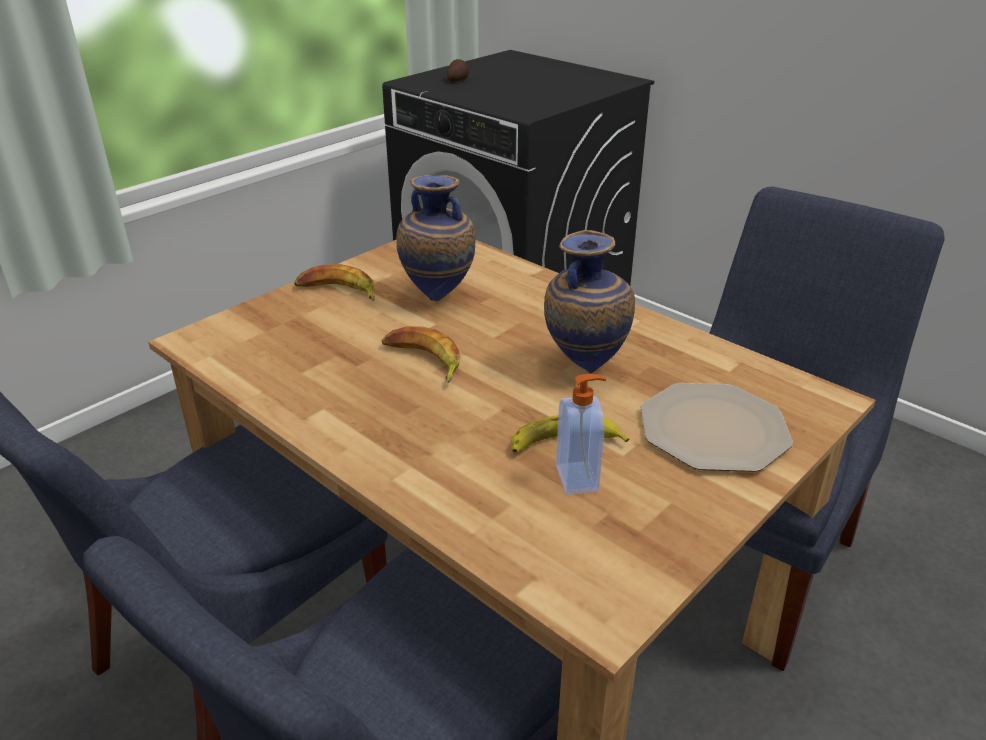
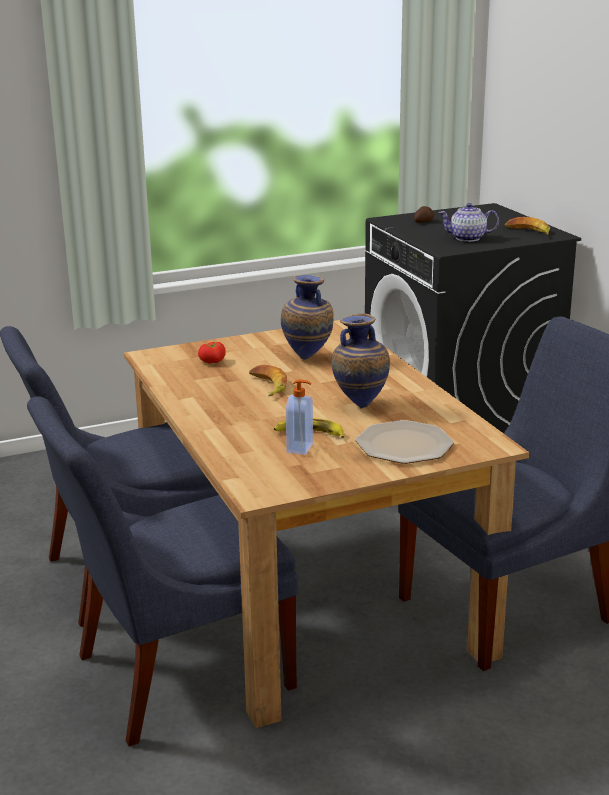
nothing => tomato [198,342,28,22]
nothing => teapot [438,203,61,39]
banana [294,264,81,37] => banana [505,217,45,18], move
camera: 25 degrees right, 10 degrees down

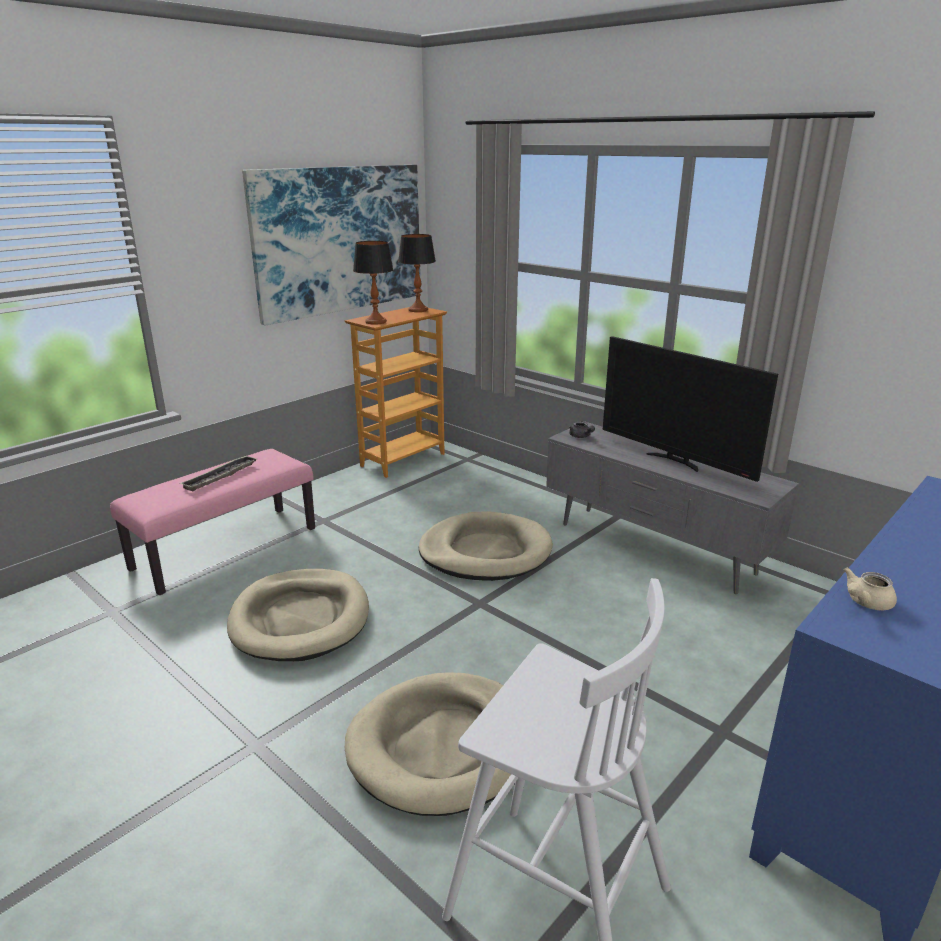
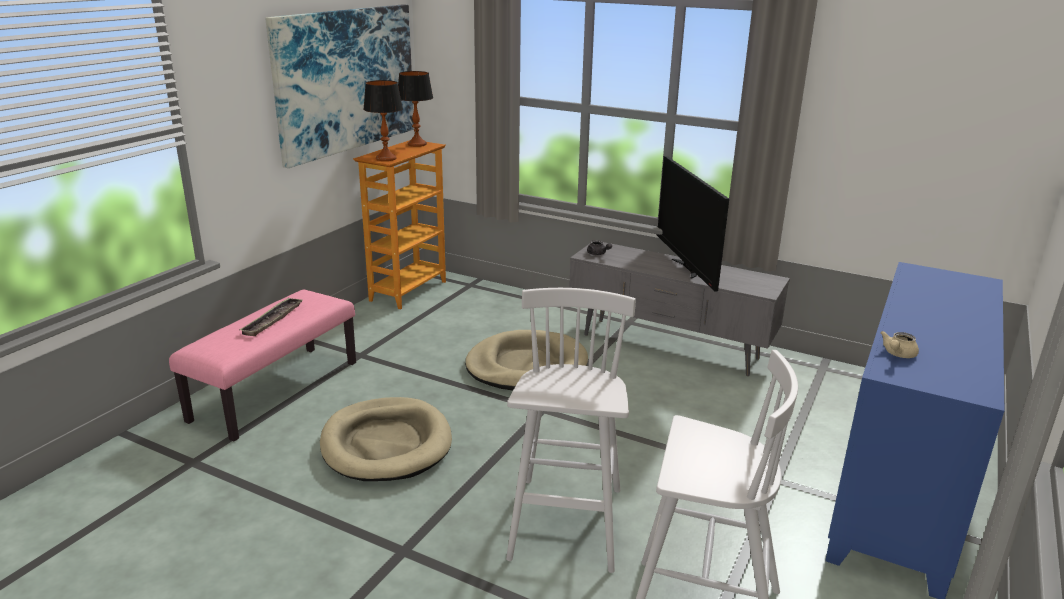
dog bed (beige) [345,672,166,144] => stool (white) [506,288,130,285]
television [603,336,175,146] => television [657,156,72,136], 45 degrees clockwise
camera: 15 degrees left, 0 degrees up

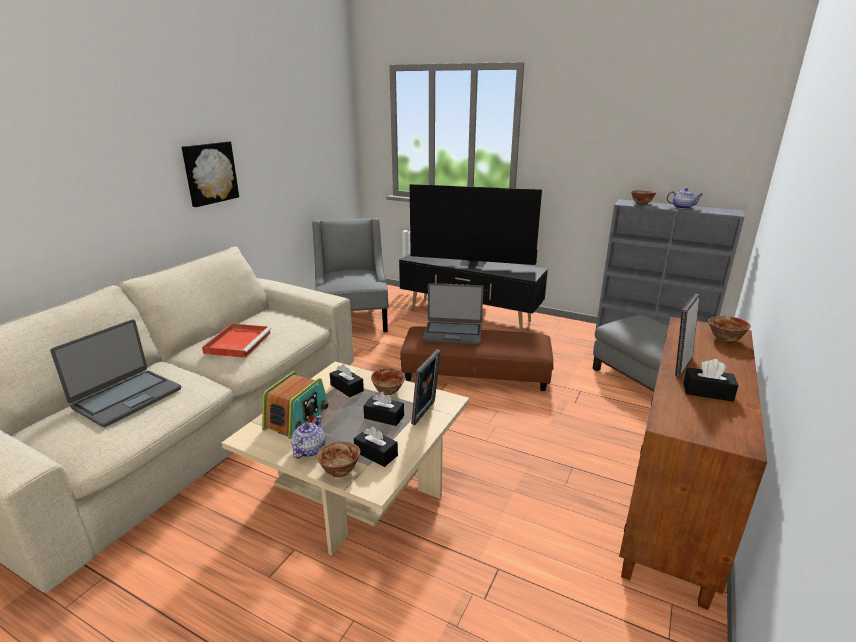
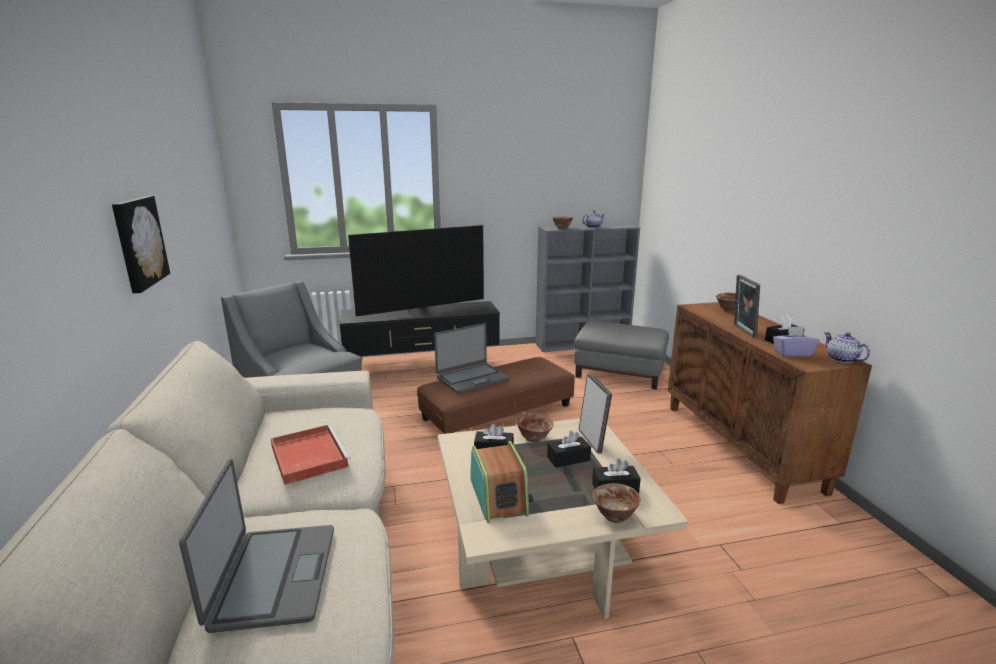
nothing => tissue box (purple) [773,326,46,31]
teapot [291,415,34,44] => teapot [824,332,46,31], move
camera: 40 degrees left, 5 degrees down

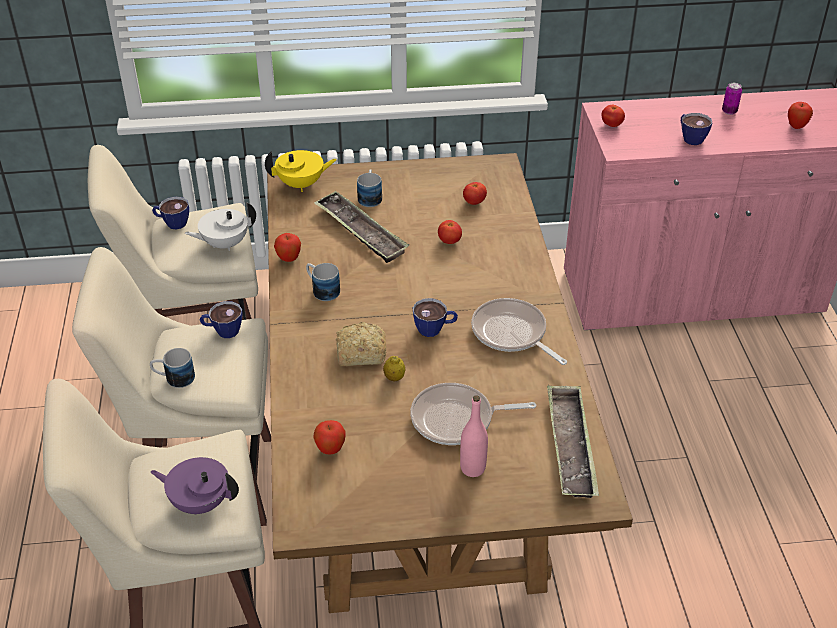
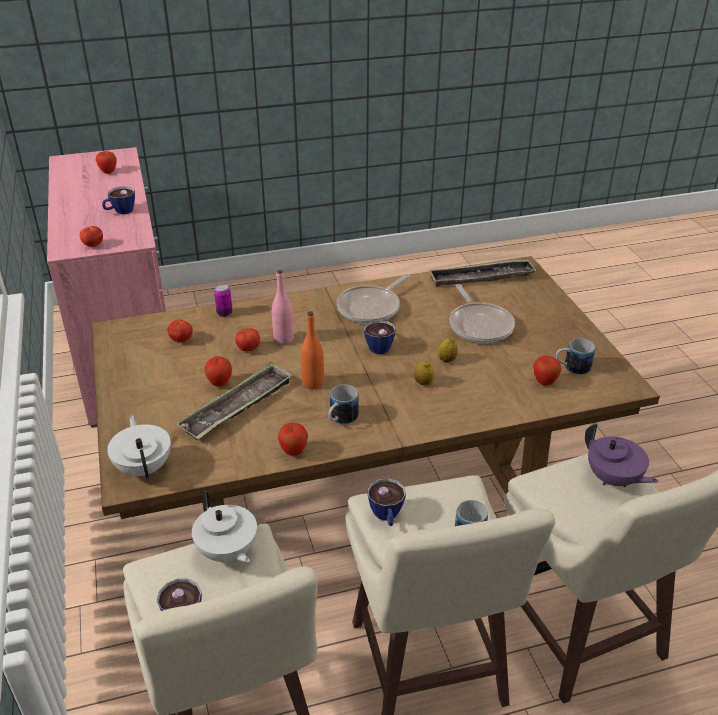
teapot (yellow) [265,150,72,42] => teapot (white) [107,415,64,64]
nothing => apple [204,356,28,31]
can [722,83,20,32] => can [214,284,19,33], move
bottle (pink) [460,395,28,82] => bottle (pink) [272,270,22,75], move
nothing => bottle (orange) [301,311,23,78]
bread [336,322,50,44] => lemon [414,361,20,24]
mug [357,169,25,38] => mug [556,338,39,37], move
teapot (purple) [151,457,88,57] => teapot (purple) [585,424,74,63], 45 degrees counterclockwise
camera: 100 degrees left, 5 degrees down

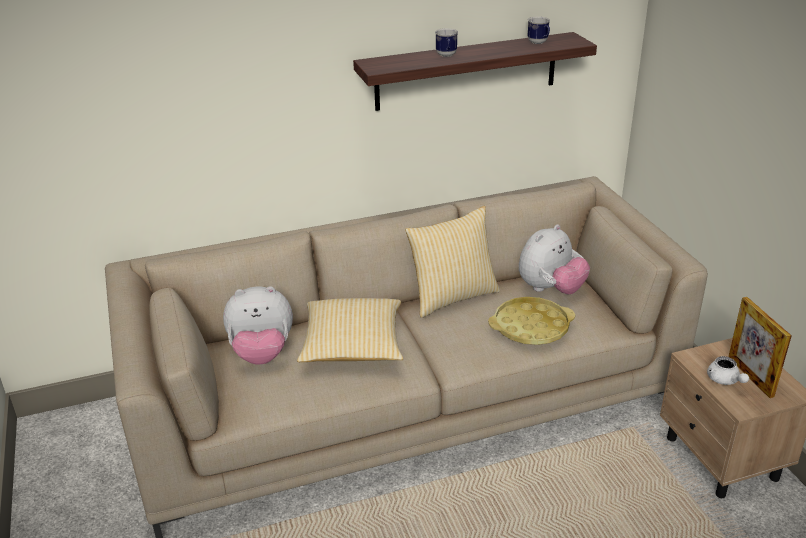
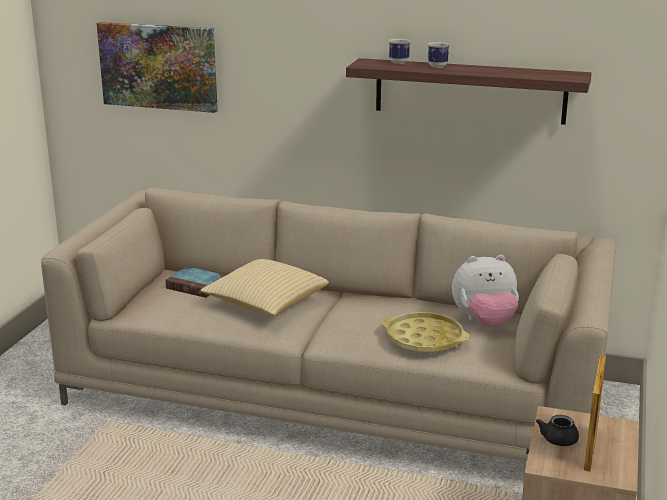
nothing => picture [97,22,121,91]
plush toy [223,286,70,79] => book [165,266,61,32]
mug [528,16,22,28] => mug [389,39,21,25], move
teapot (white) [707,356,42,29] => teapot (black) [536,415,43,31]
pillow [405,206,95,112] => nothing
camera: 35 degrees right, 10 degrees down

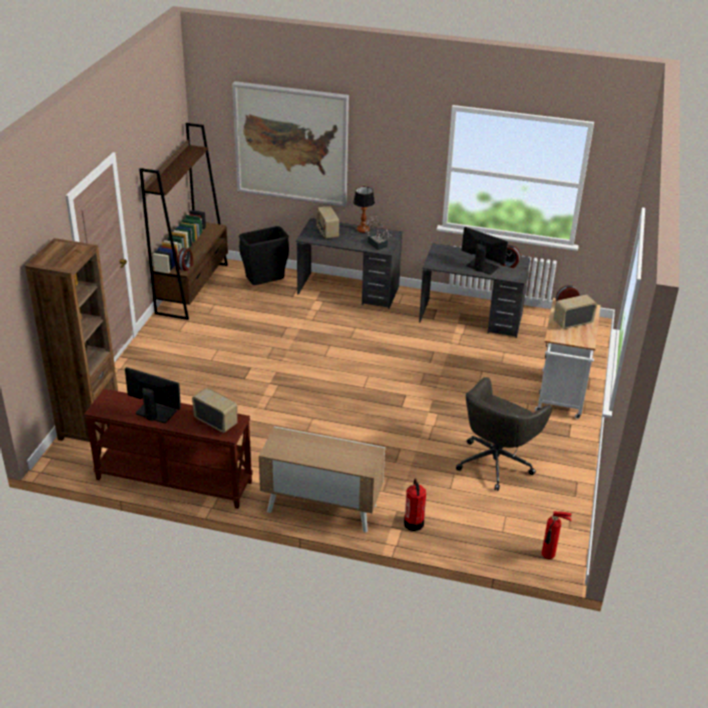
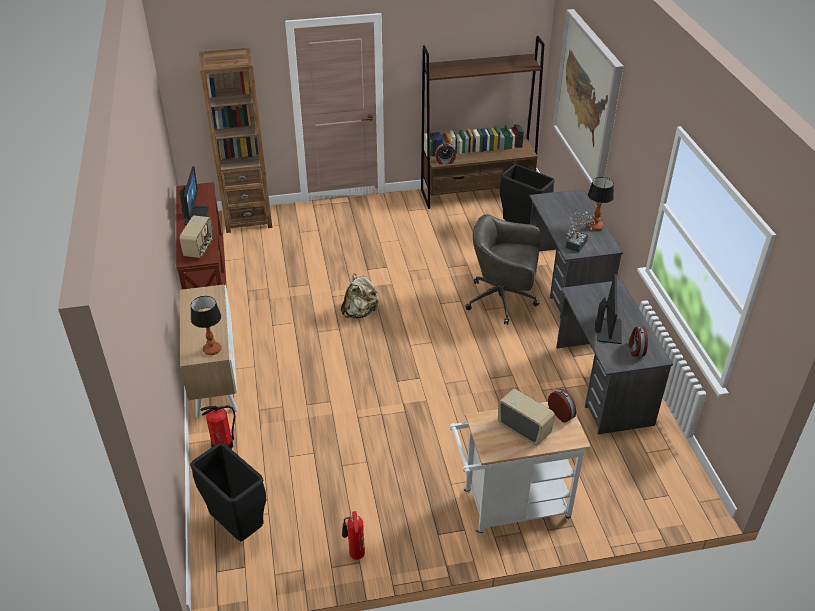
nothing => trash can (black) [190,443,76,98]
nothing => table lamp [191,296,30,59]
nothing => backpack (beige) [341,274,38,44]
fire extinguisher [542,511,30,48] => fire extinguisher [342,511,23,49], move
office chair (grey) [456,377,96,114] => office chair (grey) [465,214,76,111], move
radio [317,206,22,33] => nothing
camera: 65 degrees right, 5 degrees up

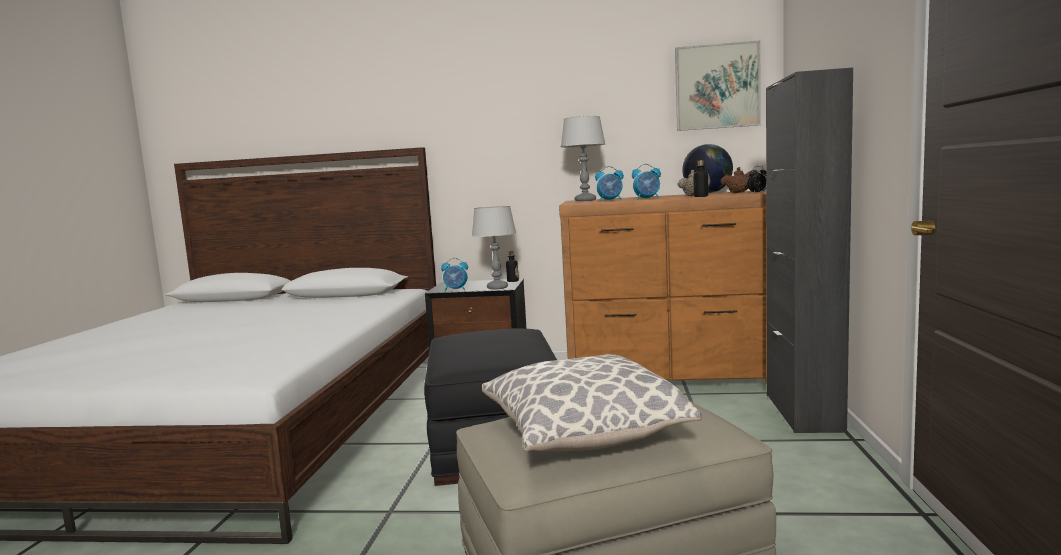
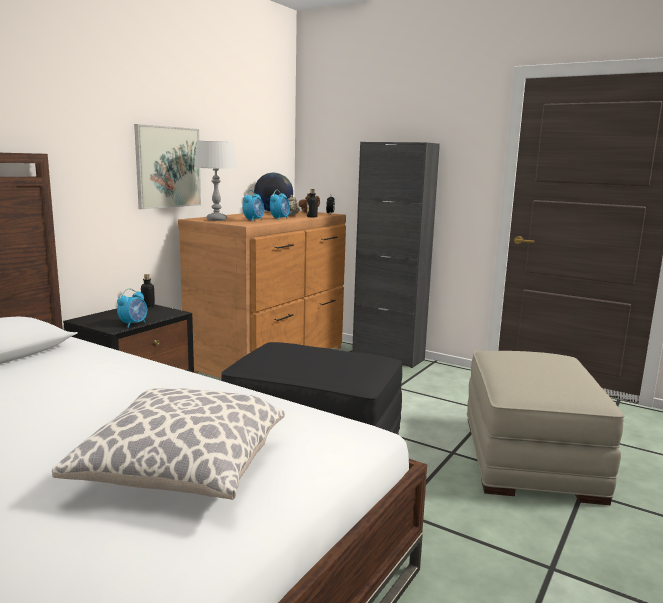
pillow [482,354,220,97] => pillow [52,388,233,112], move
picture [675,40,86,91] => picture [134,124,67,85], move
table lamp (grey) [472,206,44,83] => nothing
camera: 65 degrees left, 5 degrees up

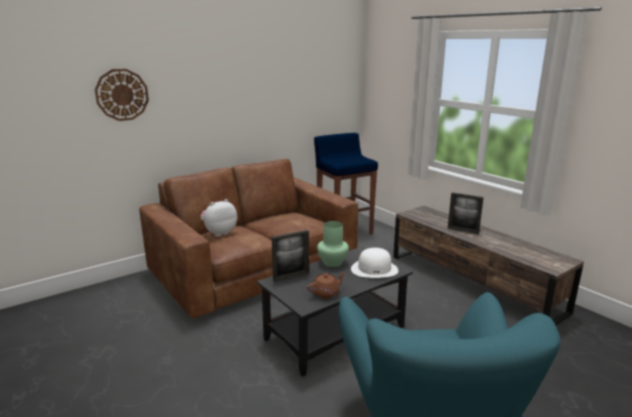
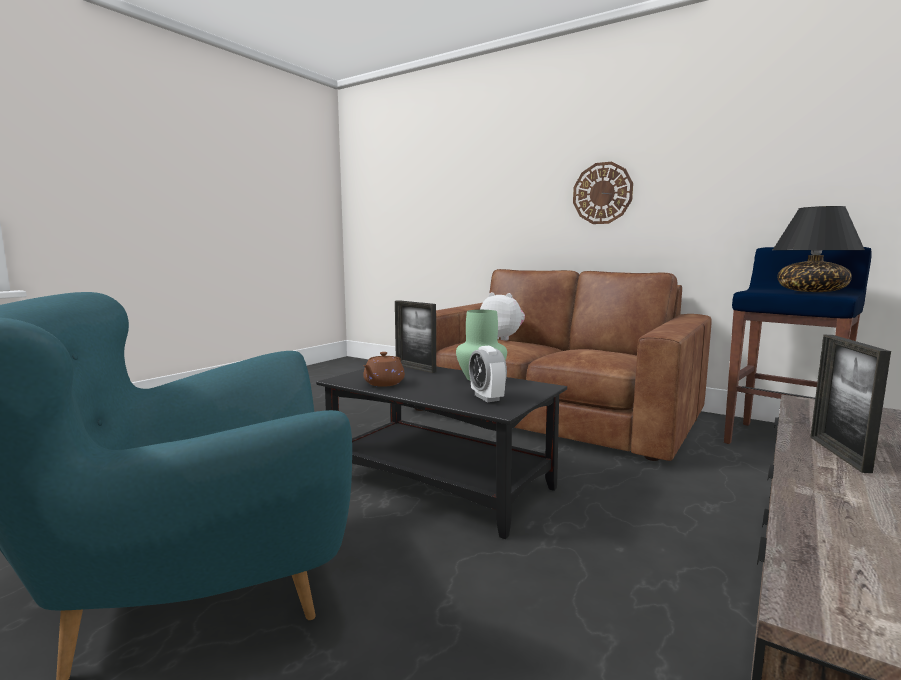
teapot (brown) [307,273,38,25] => teapot (brown) [363,352,42,35], 75 degrees clockwise
hat (white) [351,248,47,30] => alarm clock [469,346,38,56]
wall clock [95,69,54,52] => wall clock [573,162,60,62], move
nothing => table lamp (black) [773,206,92,86]
camera: 70 degrees right, 10 degrees down

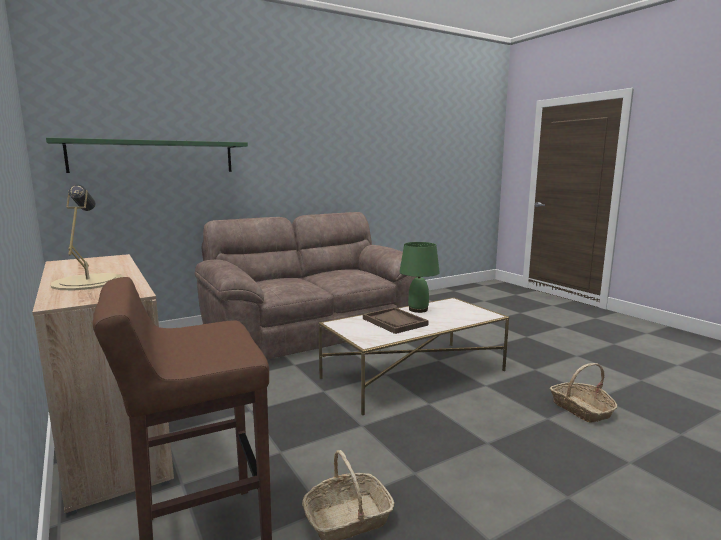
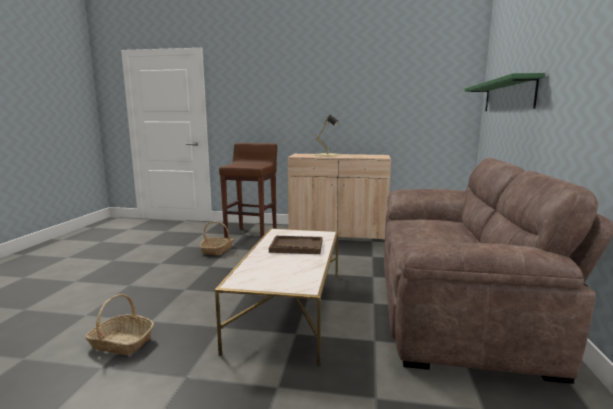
table lamp (green) [399,242,41,71] => nothing
camera: 130 degrees right, 0 degrees up

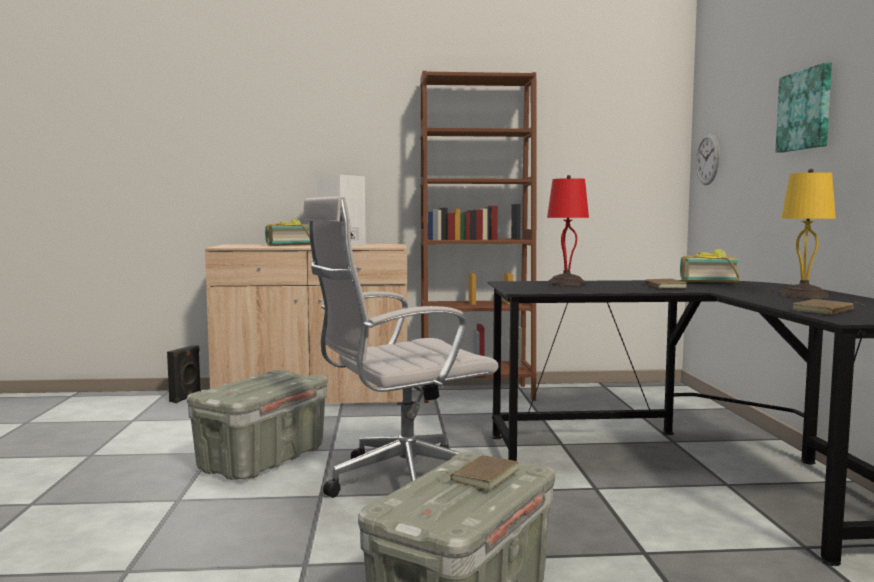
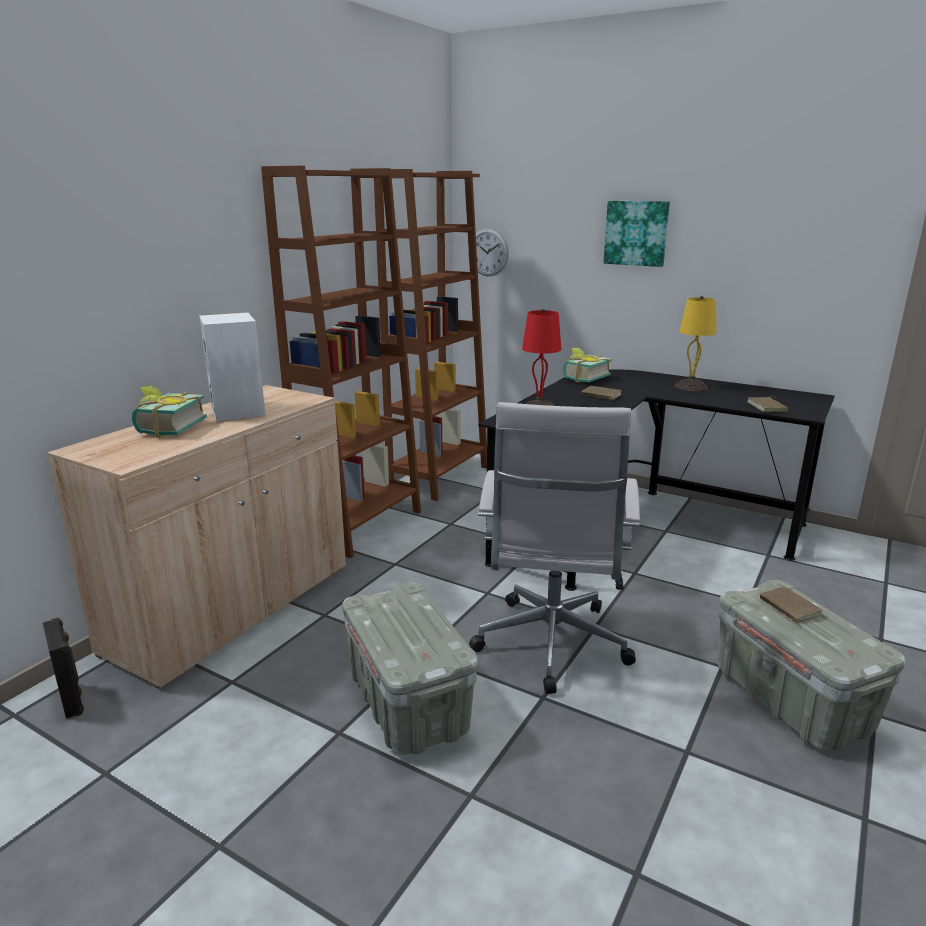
nothing => bookcase (brown) [374,169,113,332]
camera: 55 degrees left, 15 degrees up

